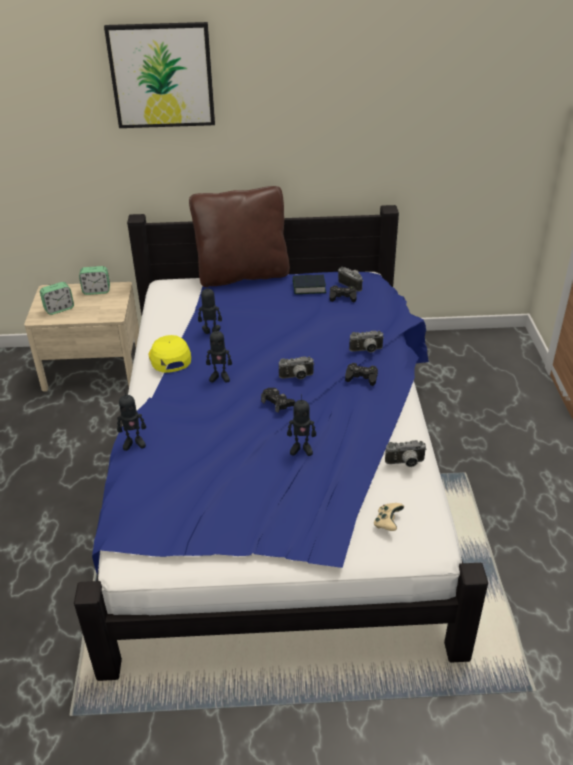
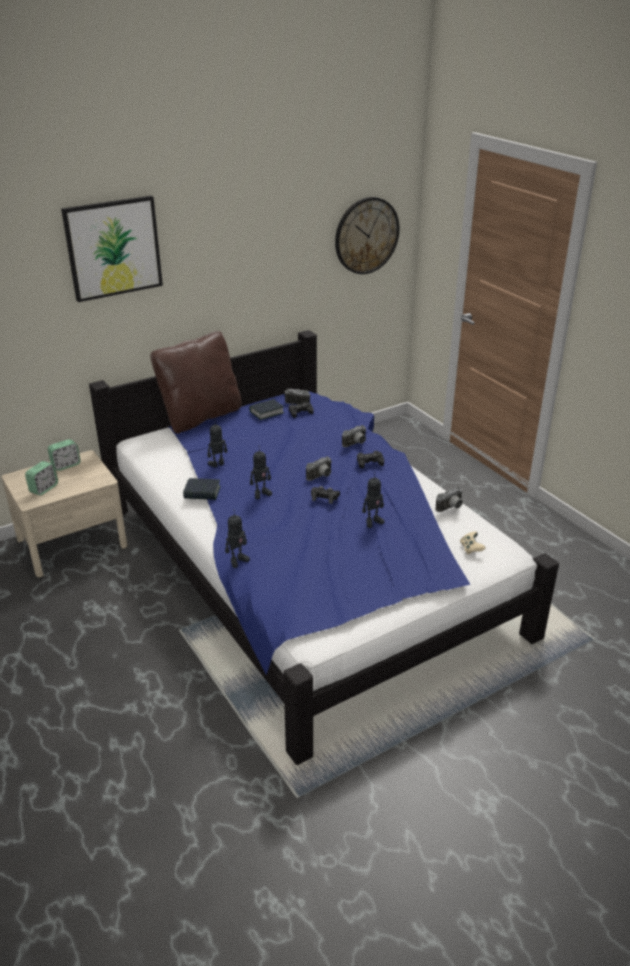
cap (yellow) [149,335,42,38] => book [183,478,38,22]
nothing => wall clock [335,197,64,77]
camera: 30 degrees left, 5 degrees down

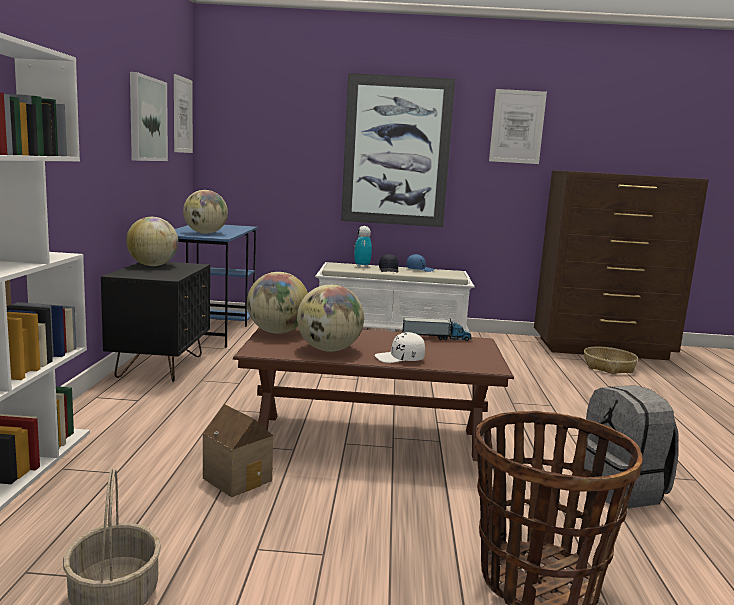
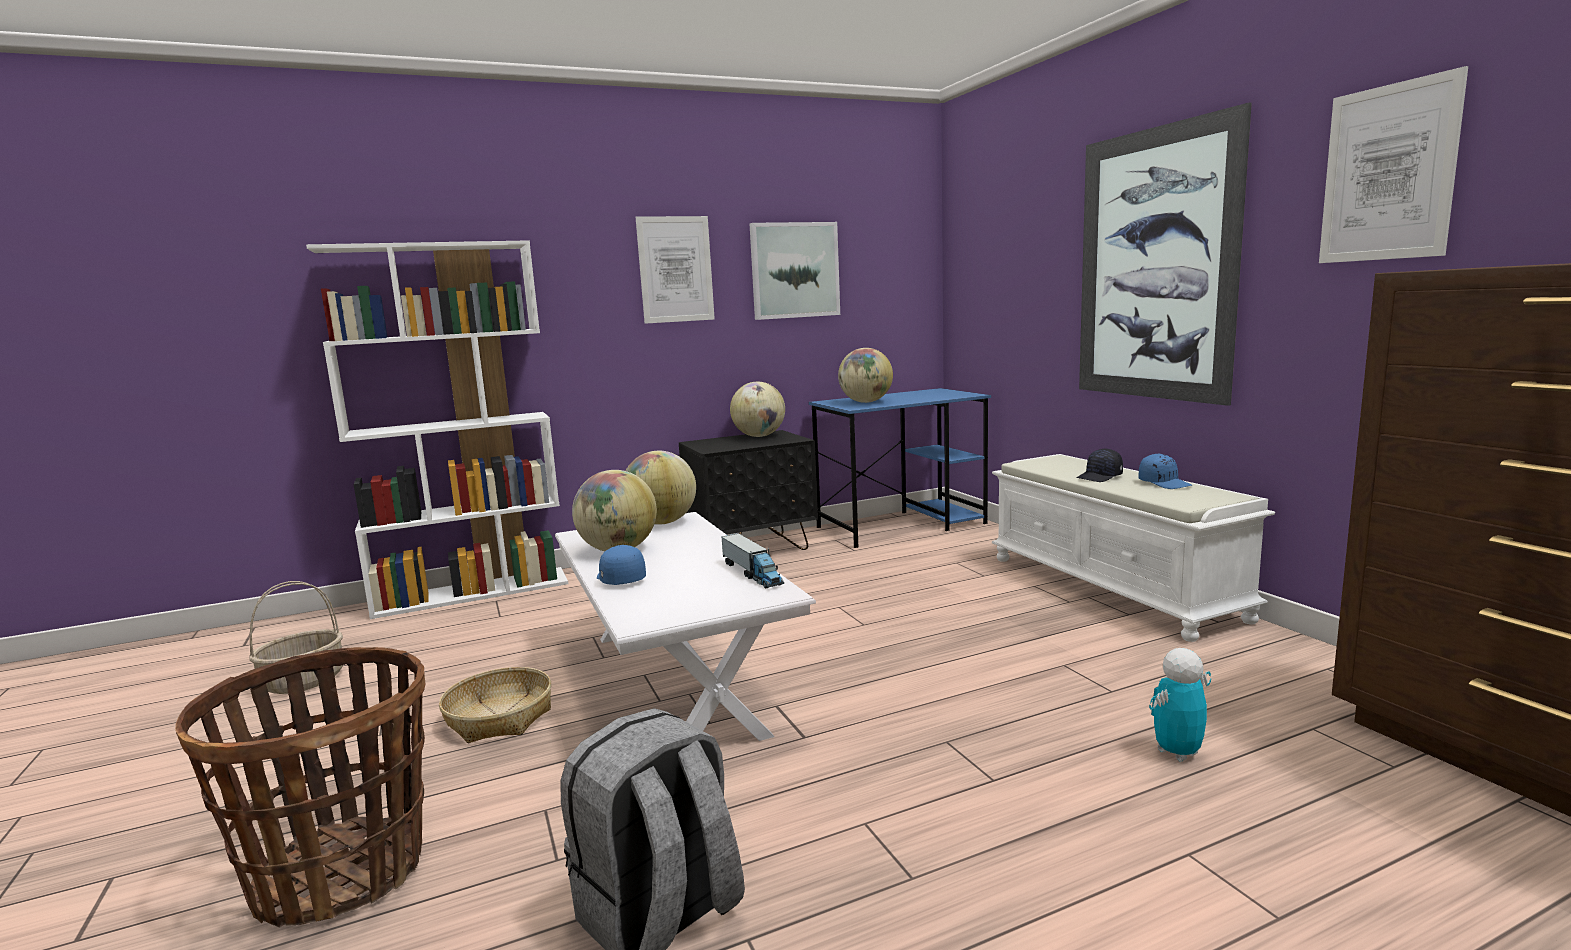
basket [584,347,54,27] => basket [439,667,113,76], move
coffee table (brown) [233,327,281,134] => coffee table (white) [555,512,261,229]
cap (white) [375,332,50,31] => cap (blue) [597,545,49,40]
picture [174,74,19,79] => picture [636,216,79,108], move
toy robot [354,226,18,42] => toy robot [1149,648,62,114], move
toy house [203,404,70,93] => nothing
camera: 65 degrees right, 0 degrees up

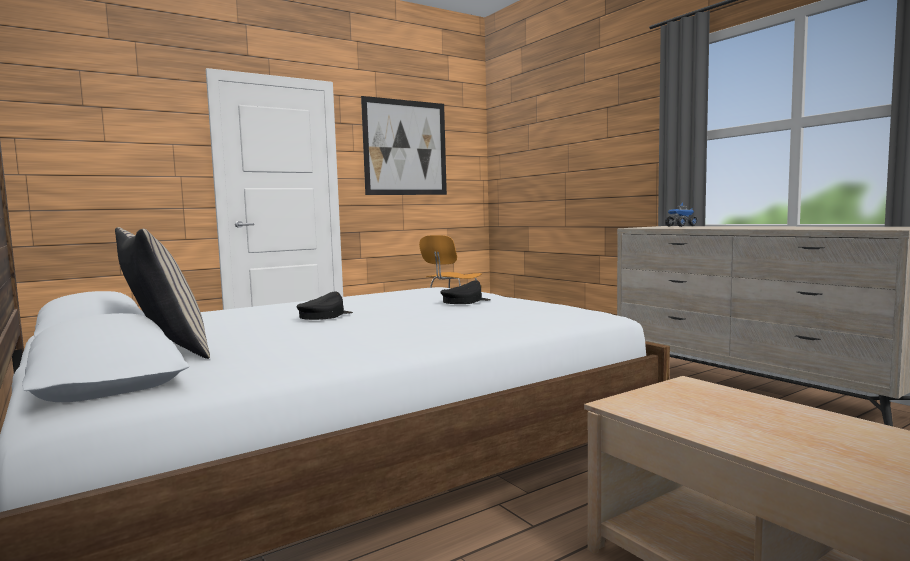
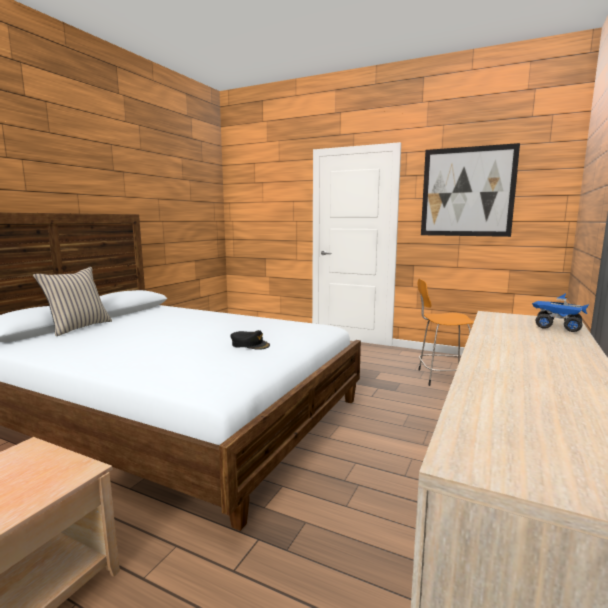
cap (black) [296,292,57,28] => nothing
camera: 60 degrees right, 5 degrees up

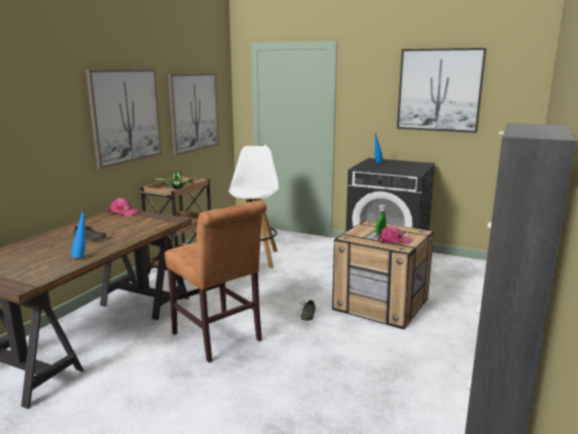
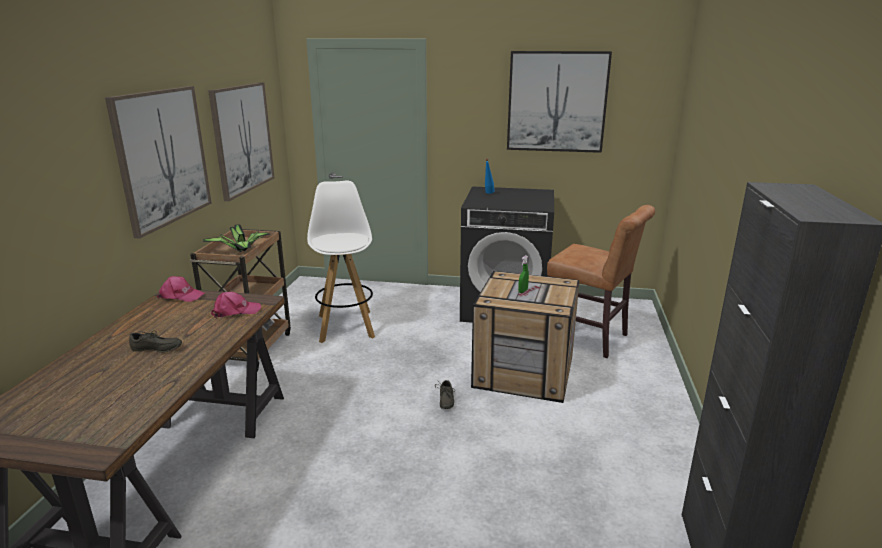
cap (pink) [378,226,34,18] => cap (pink) [211,292,50,26], move
chair (brown) [165,200,102,163] => chair (brown) [547,205,108,153], move
bottle (blue) [71,209,14,49] => nothing
camera: 15 degrees left, 5 degrees up

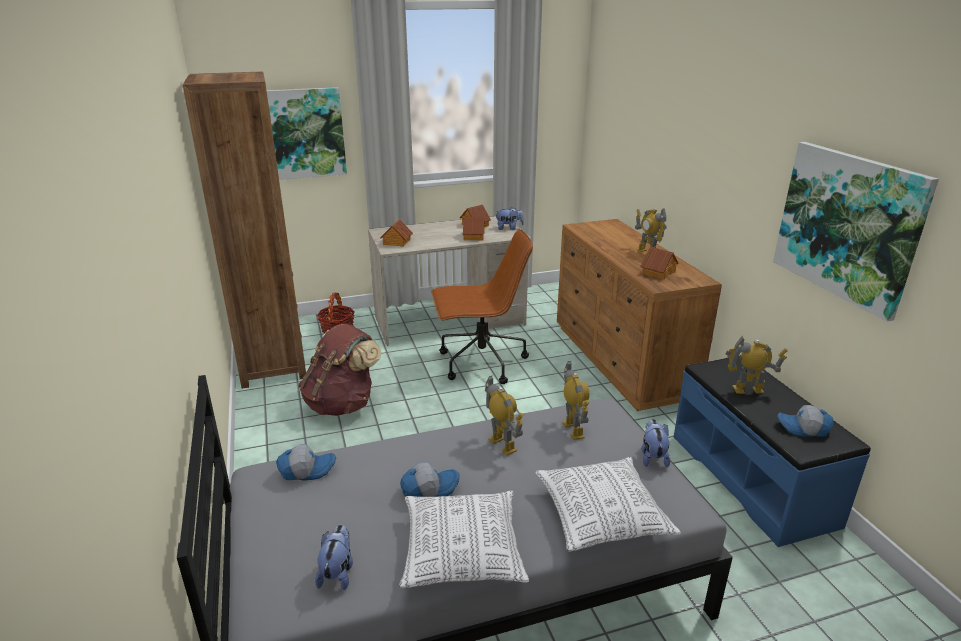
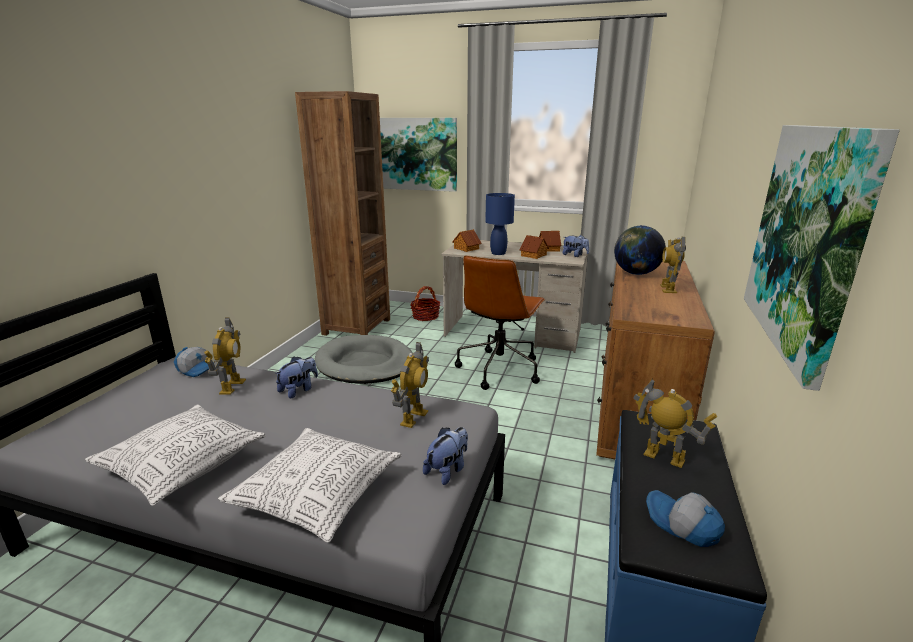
toy robot [485,376,38,79] => toy robot [204,318,42,77], move
plush toy [315,525,38,65] => plush toy [275,356,43,42], move
backpack (brown) [298,324,84,92] => dog bed (grey) [315,335,98,49]
office chair (brown) [431,229,102,155] => office chair (brown) [455,255,90,135], 90 degrees clockwise
nothing => table lamp (blue) [485,193,30,62]
nothing => globe [614,225,52,50]
cap [400,462,60,35] => nothing
toy house [640,247,39,33] => nothing
camera: 35 degrees right, 5 degrees down

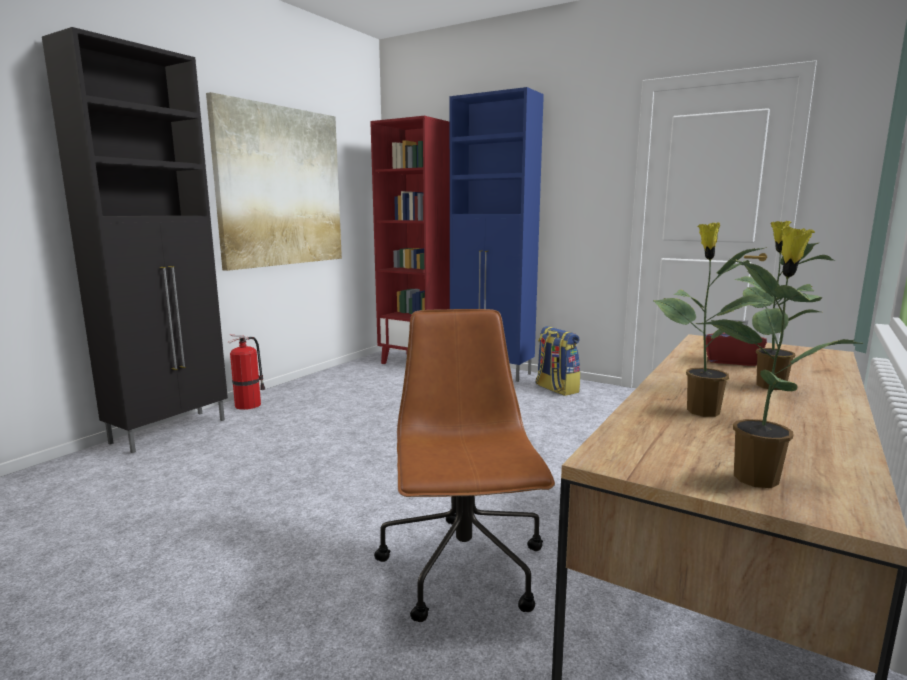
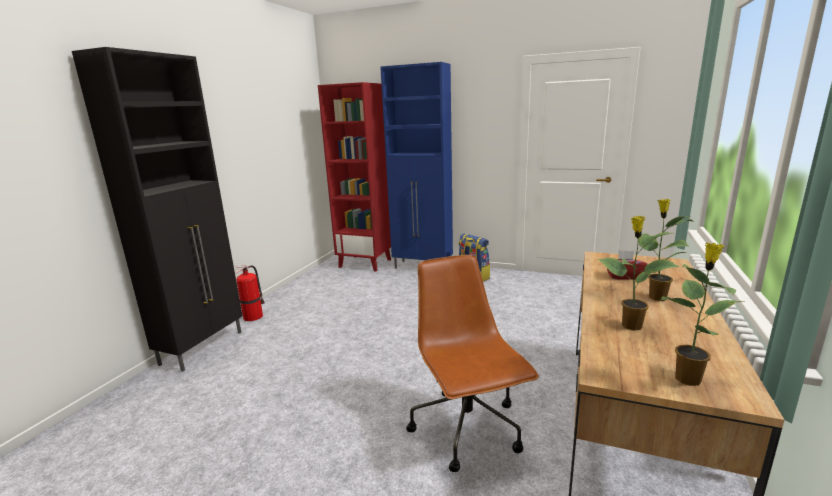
picture [206,92,136,179] => nothing
camera: 10 degrees left, 5 degrees up

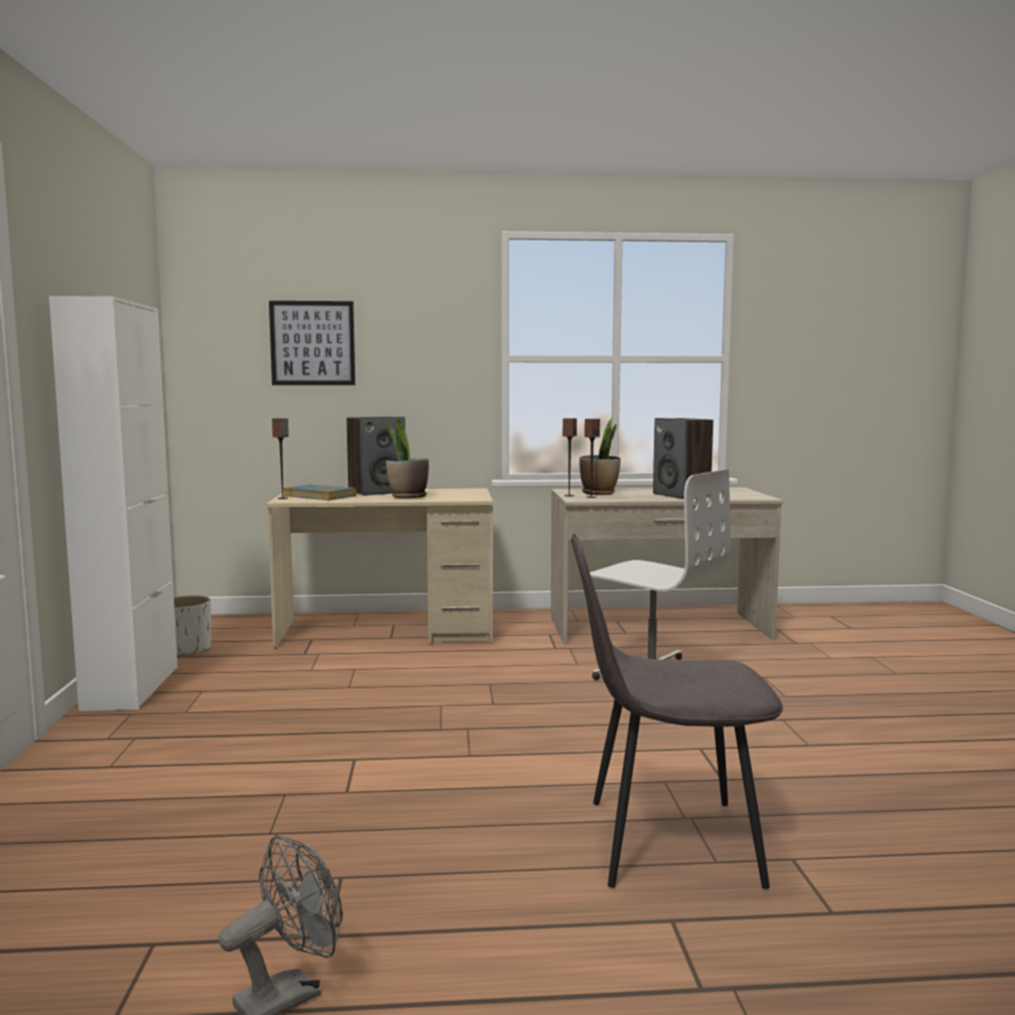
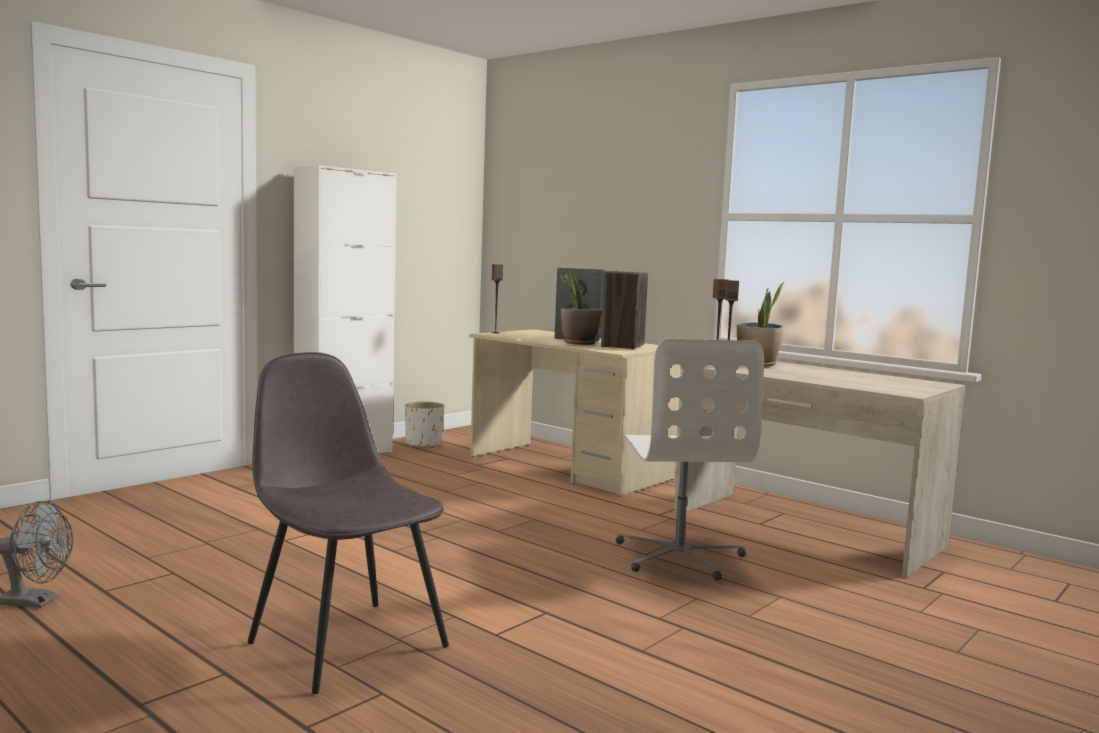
speaker [653,418,60,81] => speaker [601,271,47,78], move
picture [269,301,86,84] => nothing
book [283,484,73,16] => nothing
camera: 45 degrees right, 0 degrees up

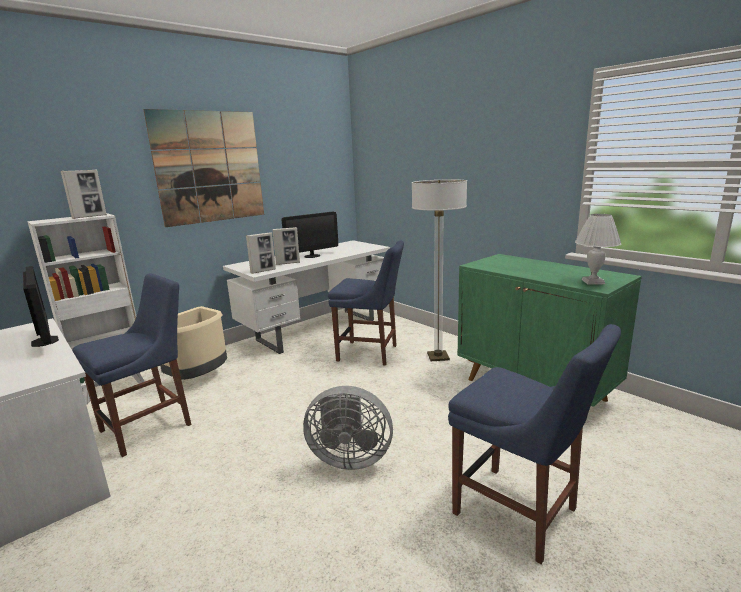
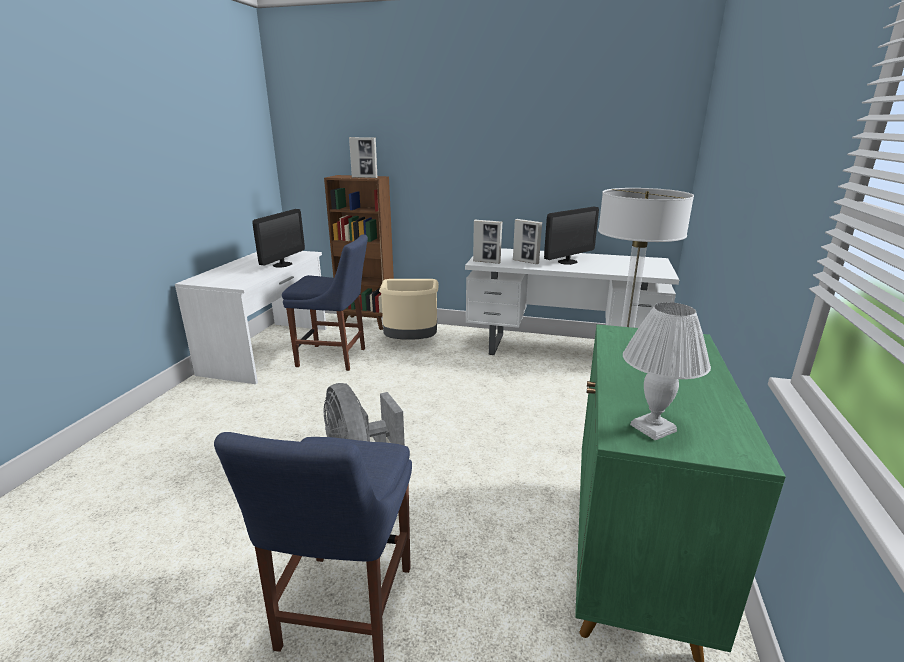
bookcase (white) [27,213,118,192] => bookcase (brown) [324,175,70,155]
monitor [282,212,56,46] => monitor [544,207,55,58], 60 degrees counterclockwise
picture [143,109,121,118] => nothing
chair (blue) [328,240,76,126] => nothing
camera: 55 degrees right, 5 degrees up

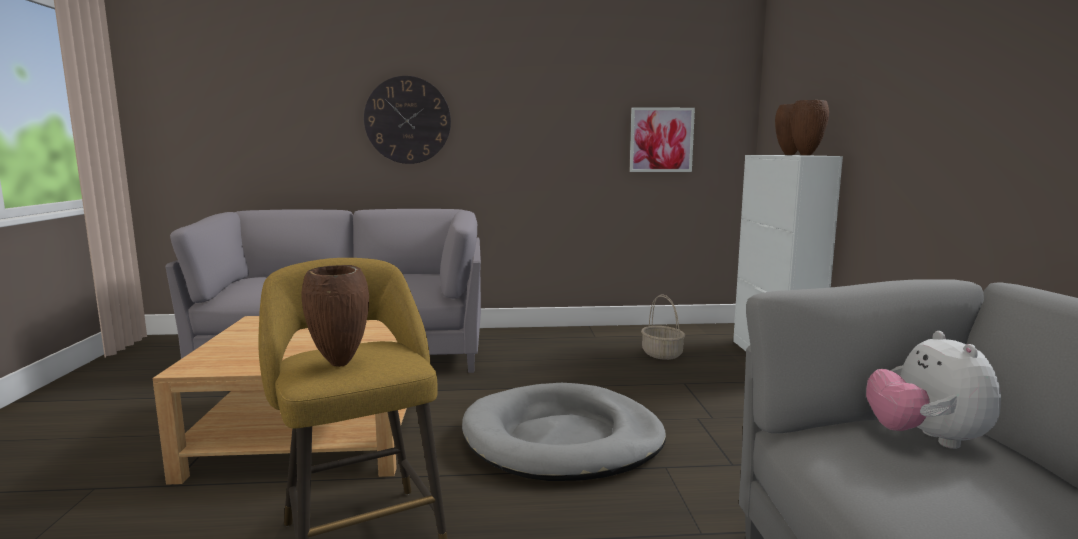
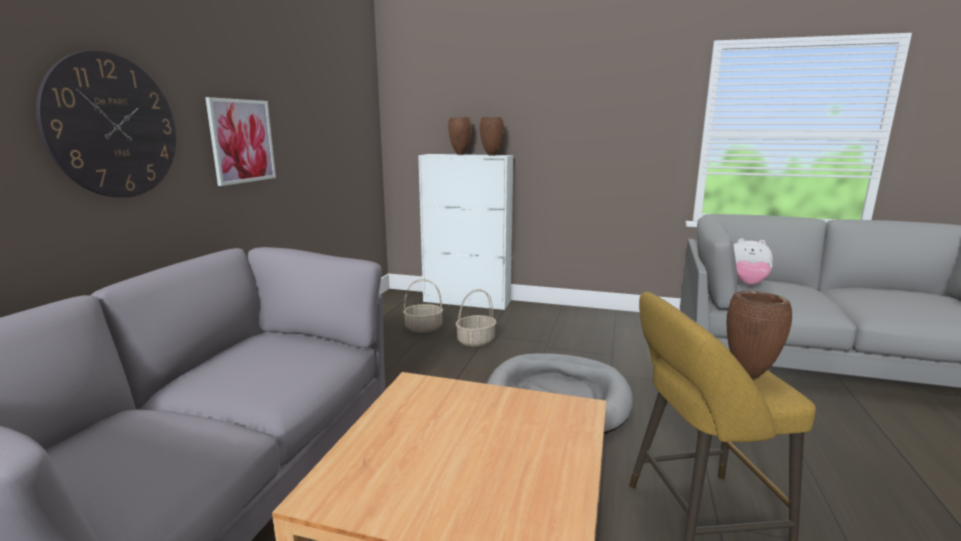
picture [630,107,65,65] => picture [205,97,71,89], move
nothing => basket [456,289,40,58]
camera: 70 degrees left, 5 degrees up

